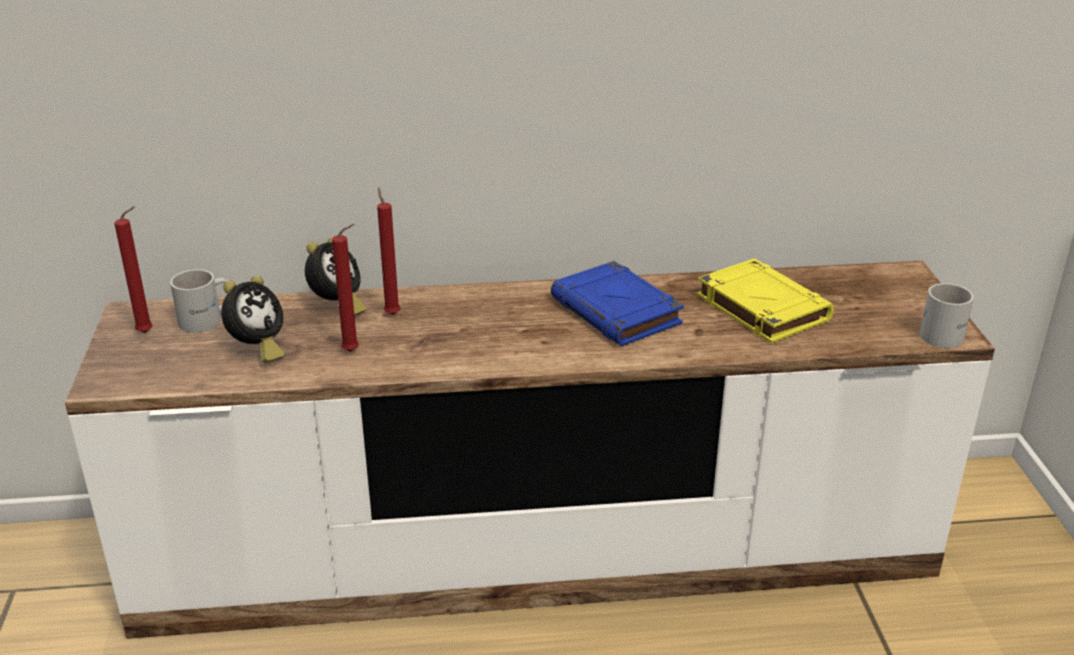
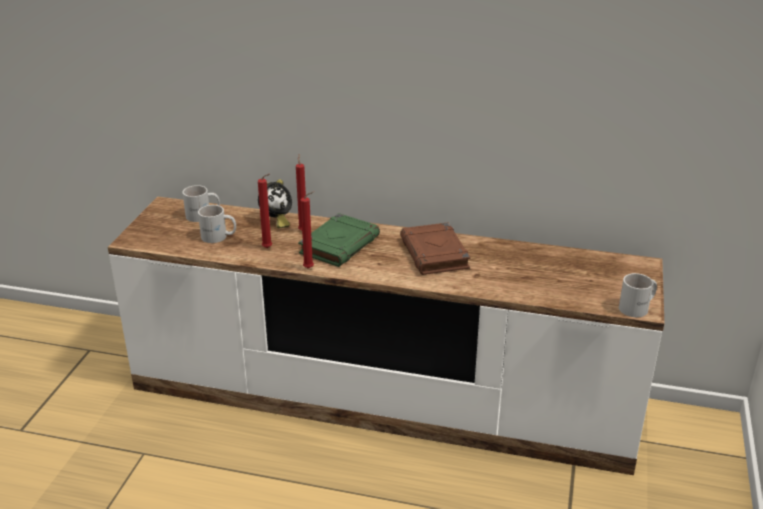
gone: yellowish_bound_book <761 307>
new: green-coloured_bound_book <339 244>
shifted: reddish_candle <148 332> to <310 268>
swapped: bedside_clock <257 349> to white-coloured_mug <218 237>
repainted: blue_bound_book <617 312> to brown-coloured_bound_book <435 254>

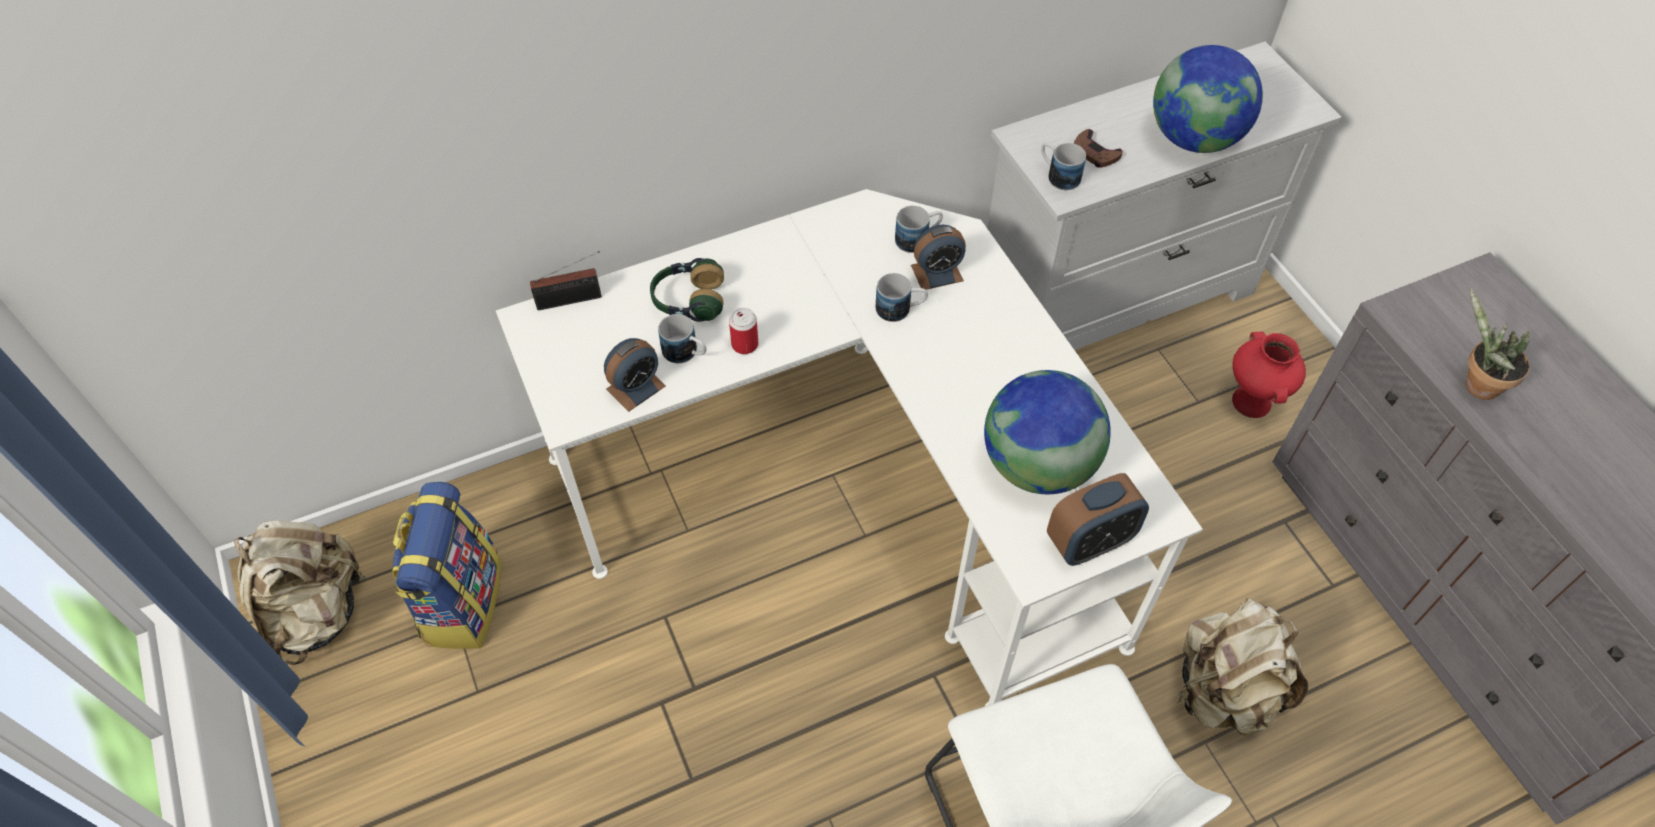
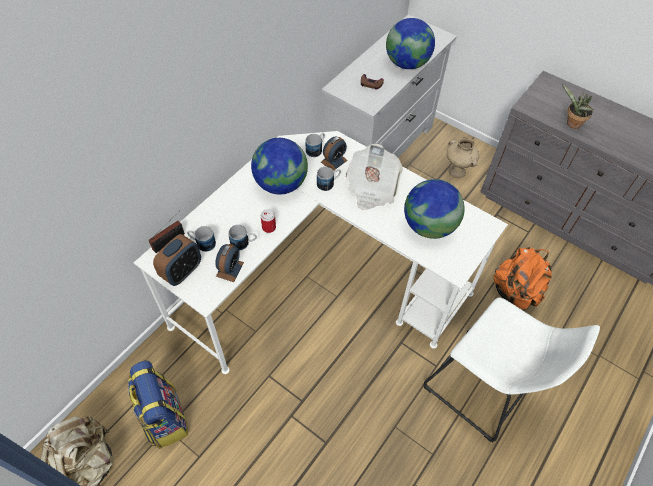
gone: pair_of_headphones <688 301>
new: world_globe <280 184>; daily_paper <371 188>
shifted: mug <1058 175> to <202 243>; bedside_clock <1089 542> to <182 272>
repainted: reddish_vase <1252 402> to beige-coloured_vase <457 171>; beige-coloured_rucksack <1223 691> to orange_rucksack <515 293>

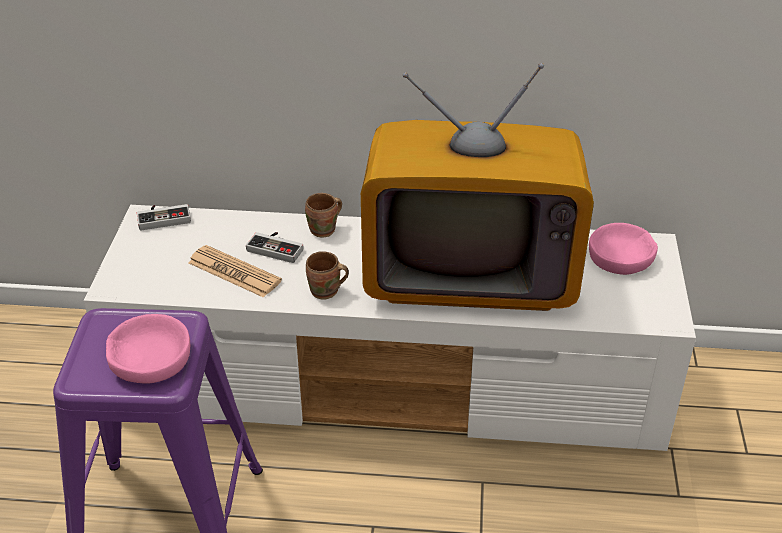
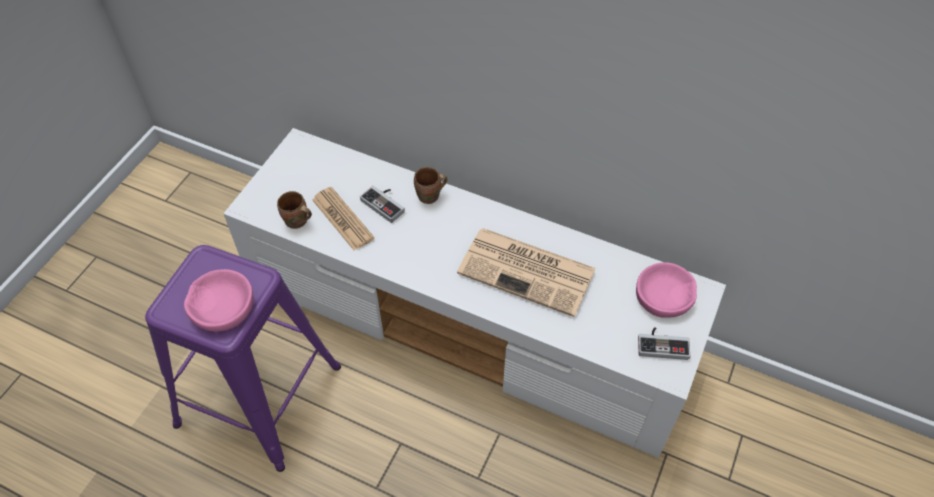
shifted: joypad <163 217> to <662 344>; brown-coloured_mug <326 292> to <297 222>
swapped: TV_set <470 270> to daily_paper <528 271>

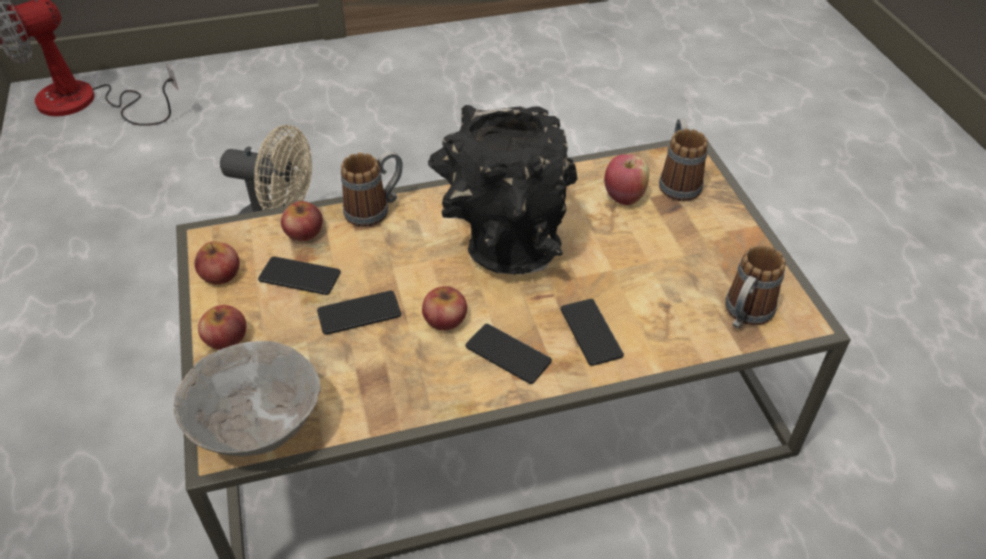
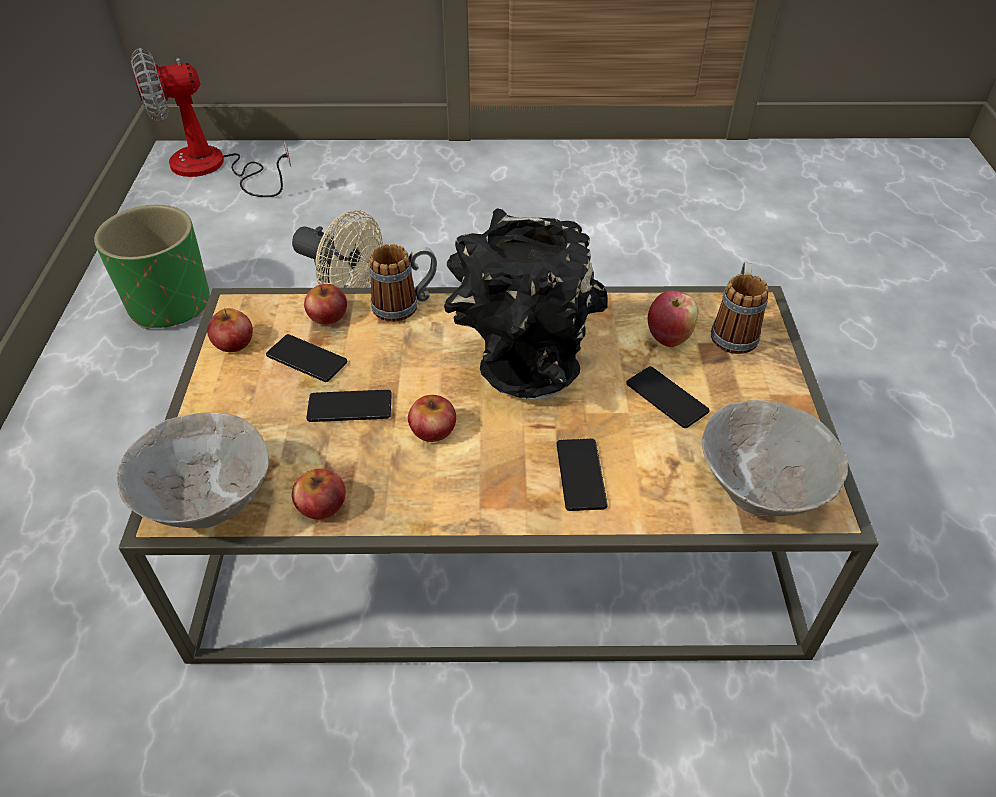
new: green-coloured_plant_pot <171 304>
shifted: apple <226 338> to <321 505>; telephone <508 354> to <666 398>
swapped: mug <744 315> to gray_deep_dish <759 491>

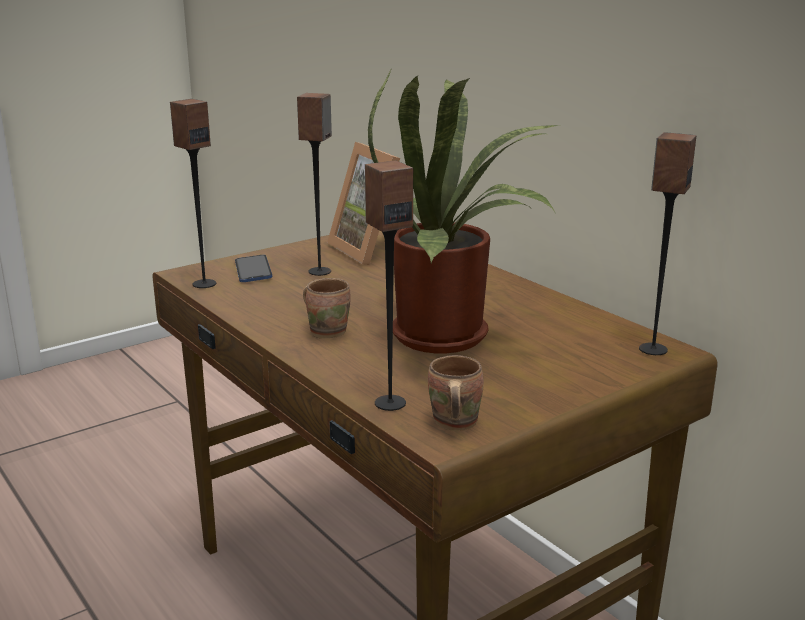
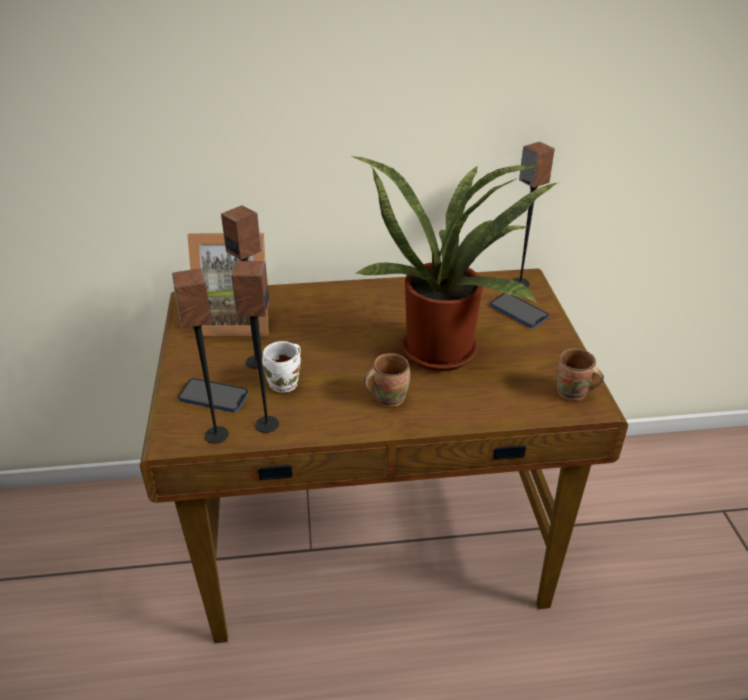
new: telephone <518 311>; white-coloured_mug <286 383>
shifted: loudspeaker <390 403> to <266 424>

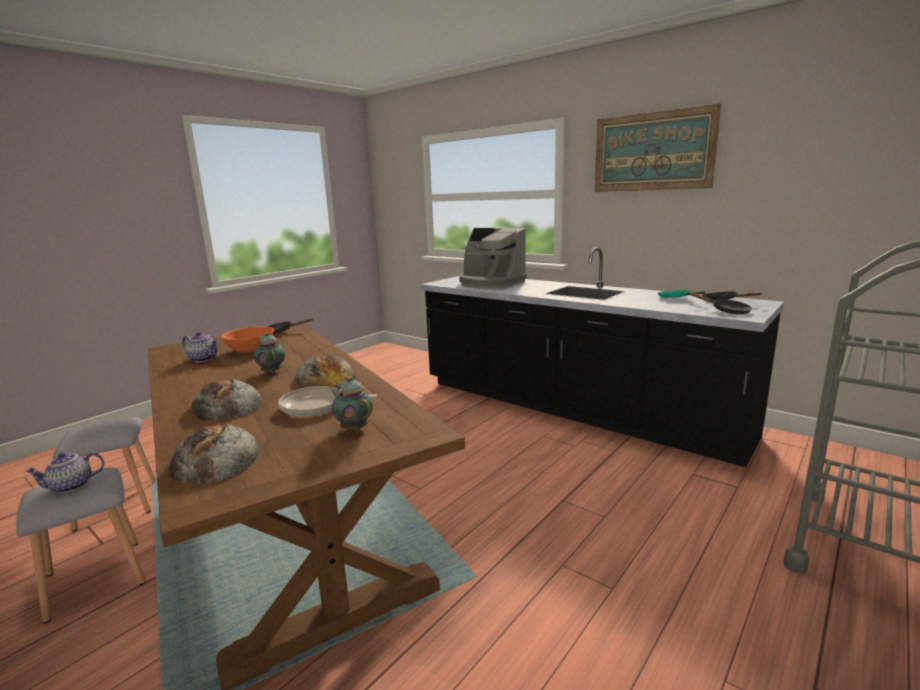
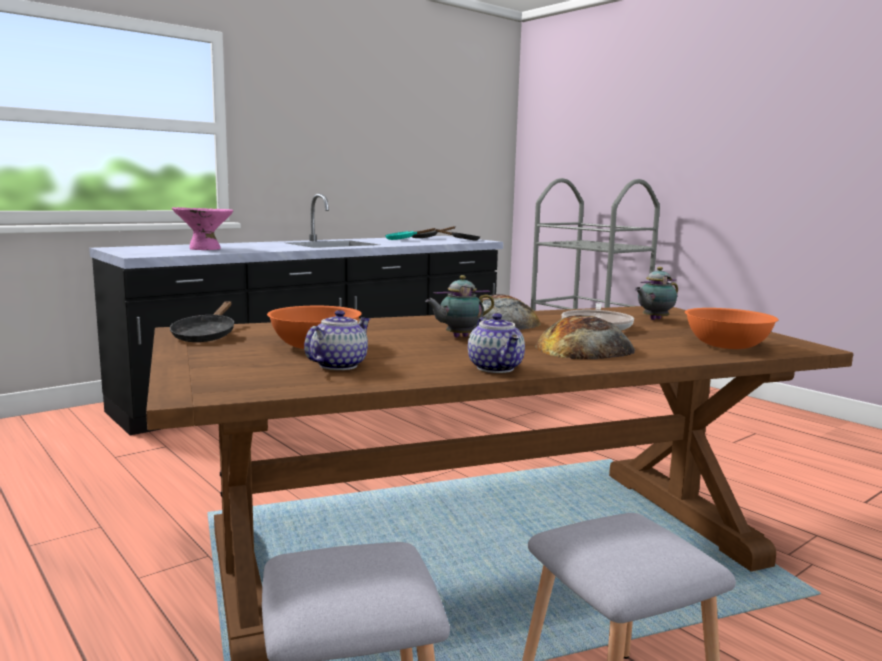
gone: wall_picture <652 152>
shifted: pot_for_tea <70 486> to <497 368>
swapped: coffee_maker <490 283> to pinkish_deep_dish <204 248>; bread <215 458> to orange_deep_dish <727 346>

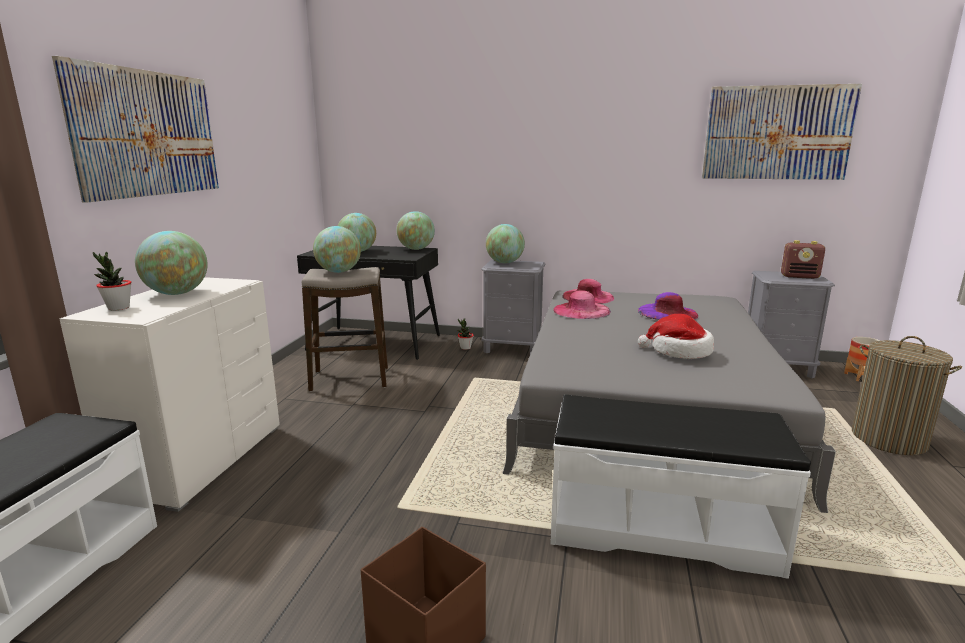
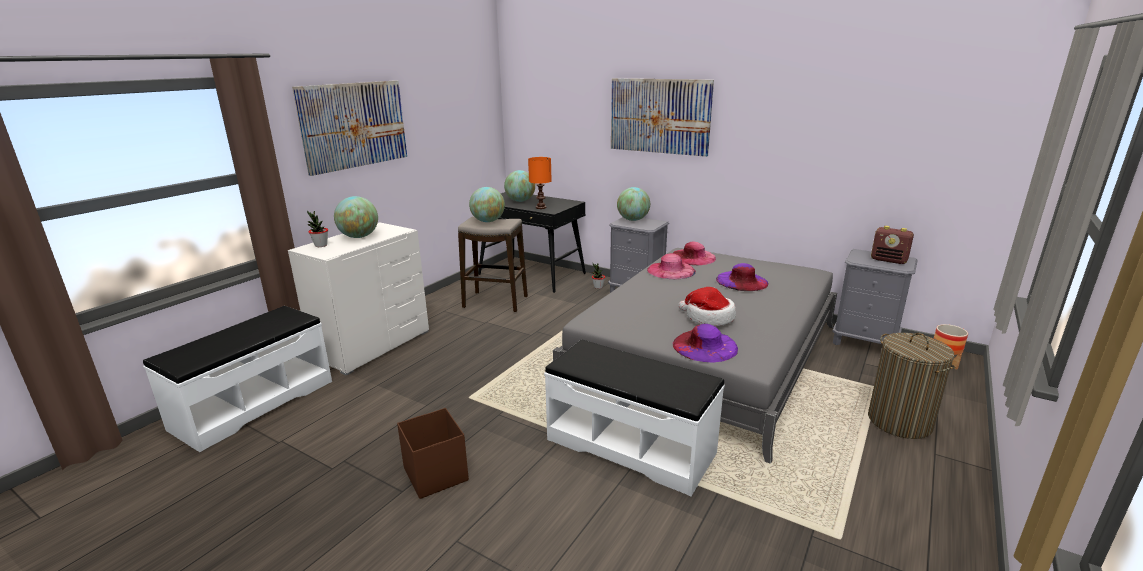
gone: world_globe <416 249>
new: orange_table_lamp <541 207>; purplish_wearable_hat <705 346>
shifted: wall_picture <777 133> to <659 116>

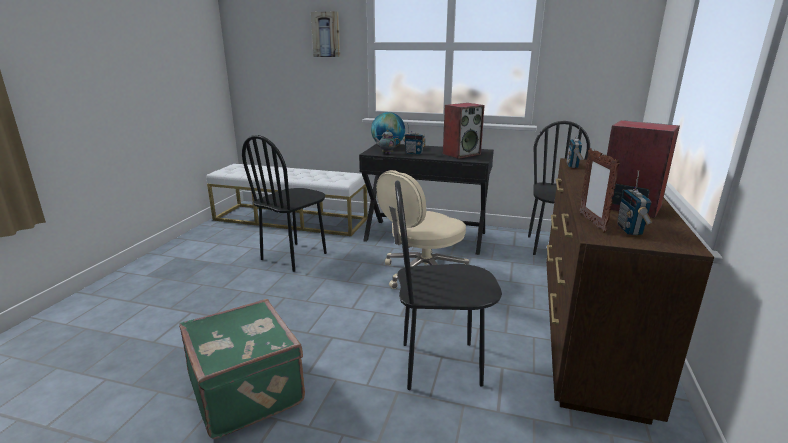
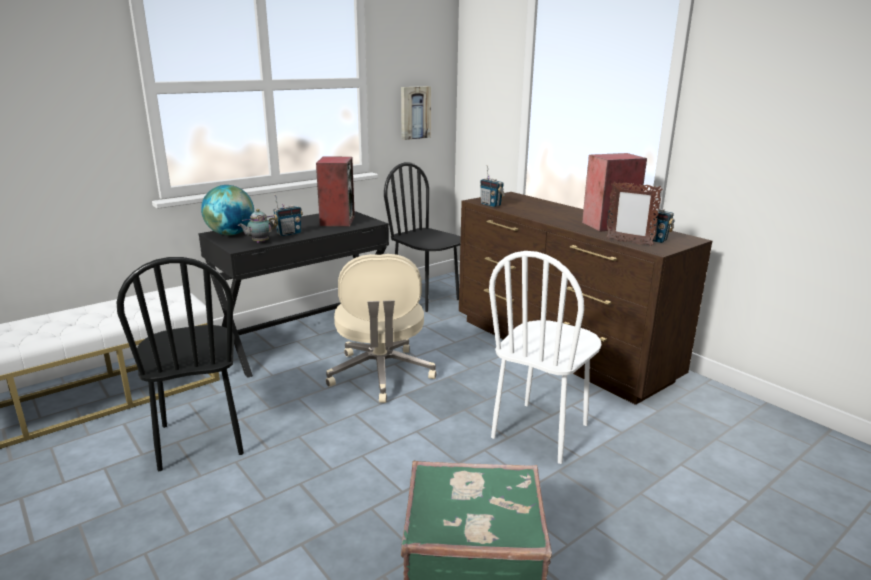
shifted: wall_picture <326 34> to <414 112>
repainted: black_upright_chair <440 364> to white-coloured_upright_chair <540 431>

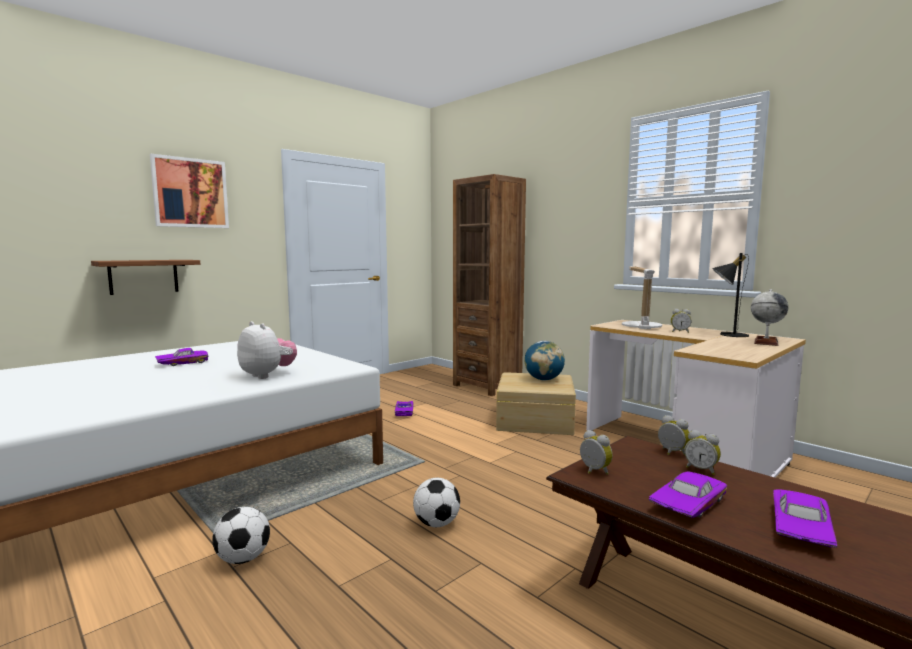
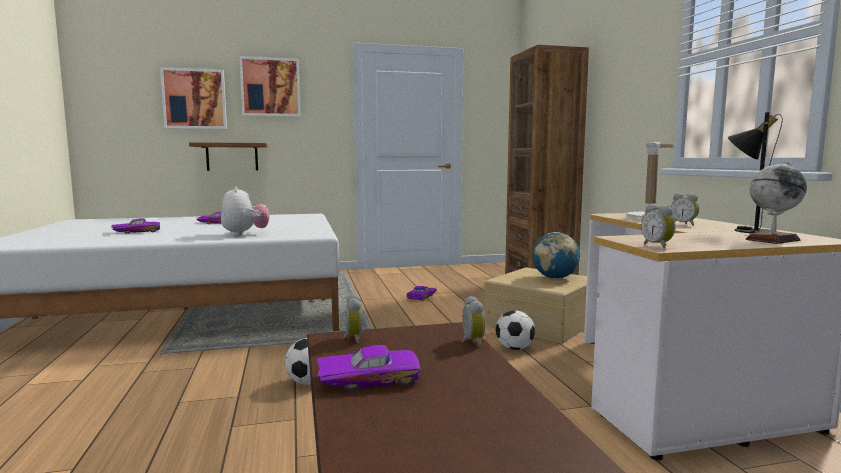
new: wall_picture <194 99>
shifted: bedside_clock <701 469> to <658 246>; purplish_toy_car <797 527> to <136 231>; football_ball <243 559> to <514 348>

